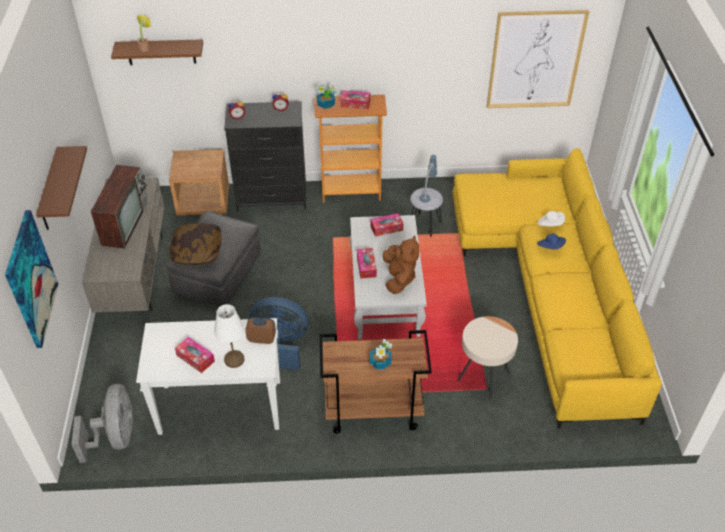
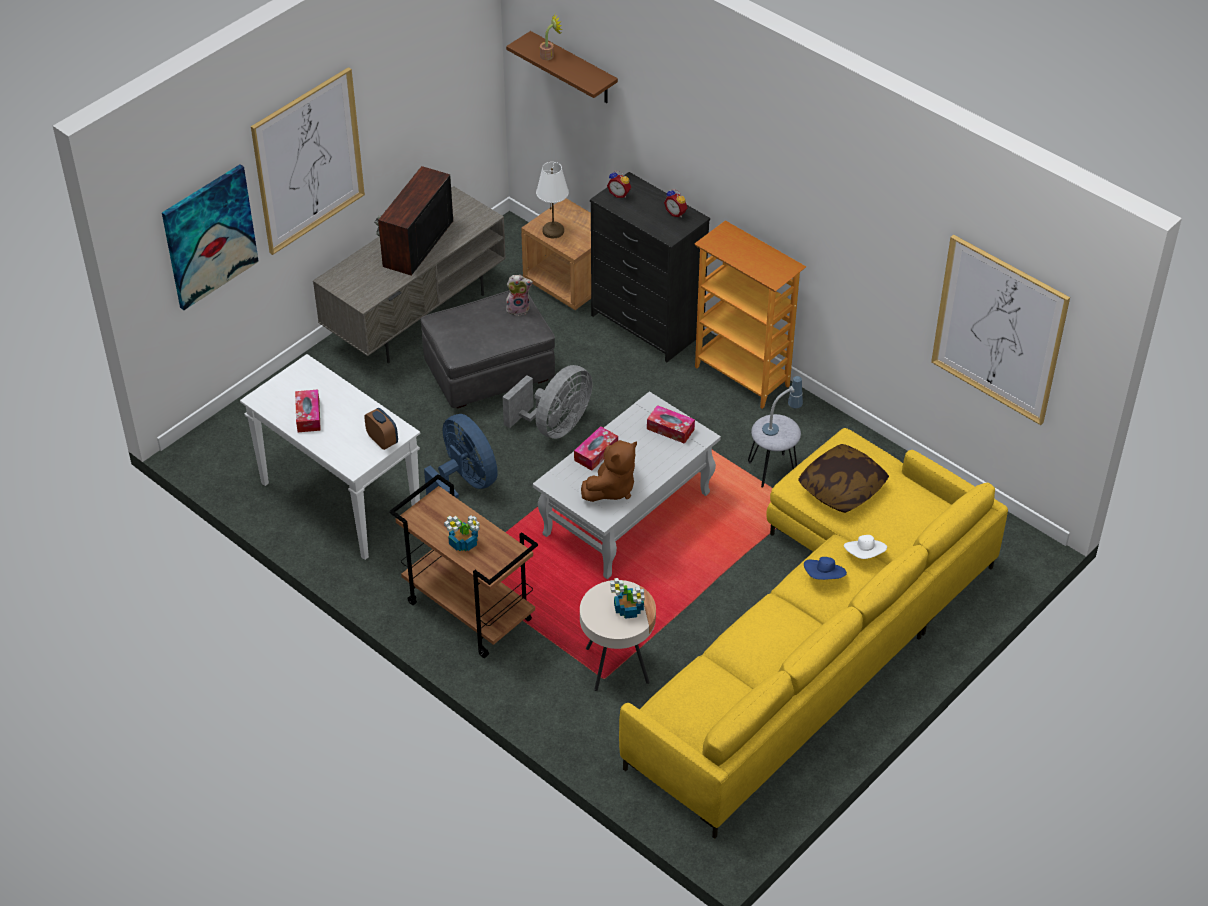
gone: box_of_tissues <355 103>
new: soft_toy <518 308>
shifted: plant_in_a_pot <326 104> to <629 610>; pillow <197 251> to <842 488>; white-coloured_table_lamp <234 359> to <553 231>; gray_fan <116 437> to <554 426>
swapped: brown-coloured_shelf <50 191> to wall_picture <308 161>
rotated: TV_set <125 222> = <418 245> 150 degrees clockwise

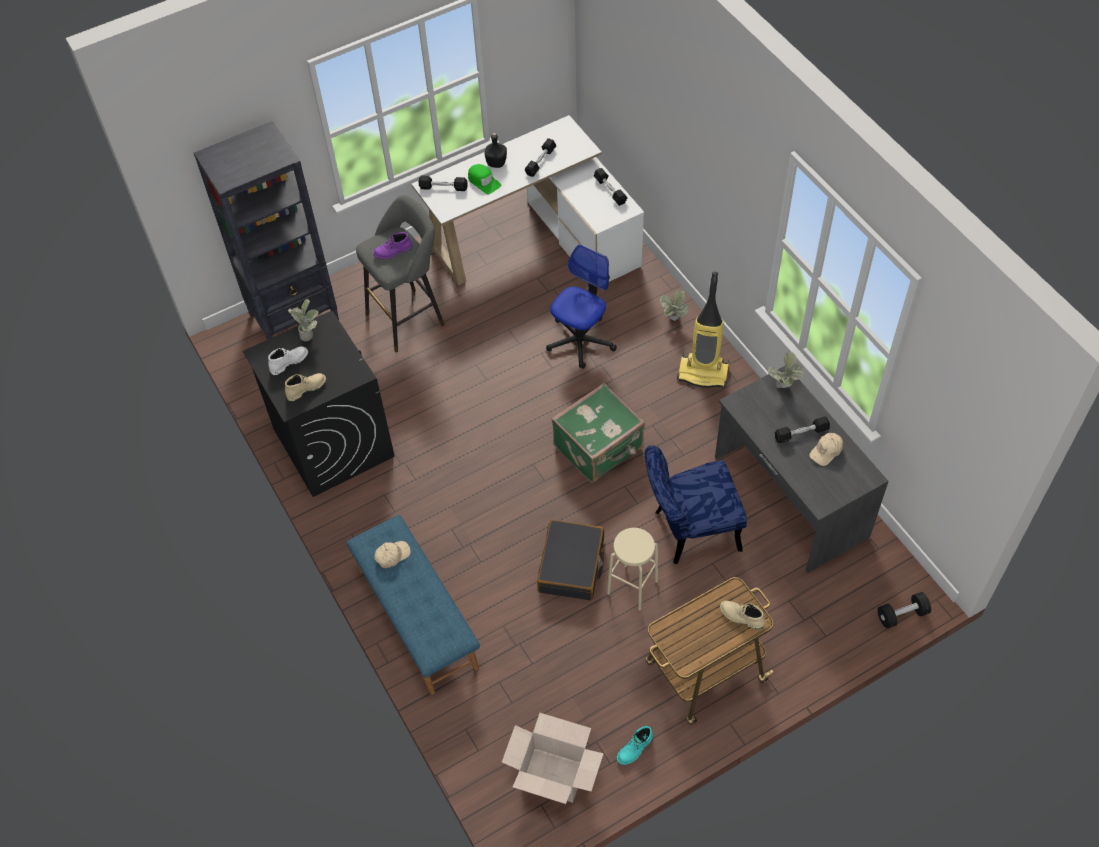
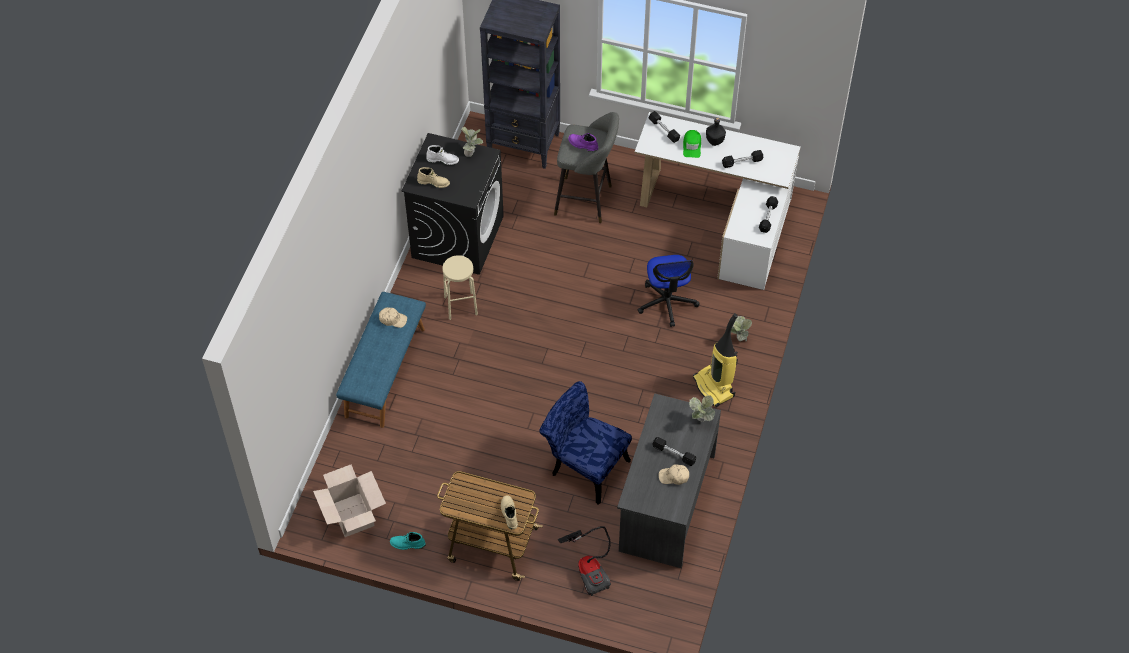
gone: green-coloured_piece_of_luggage <599 448>; black_piece_of_luggage <572 566>; black_dumbbell <902 615>
new: vacuum <590 568>
shifted: beige-coloured_sitting_stool <632 587> to <460 305>
rotated: desk_chair <580 341> = <667 302> 90 degrees clockwise

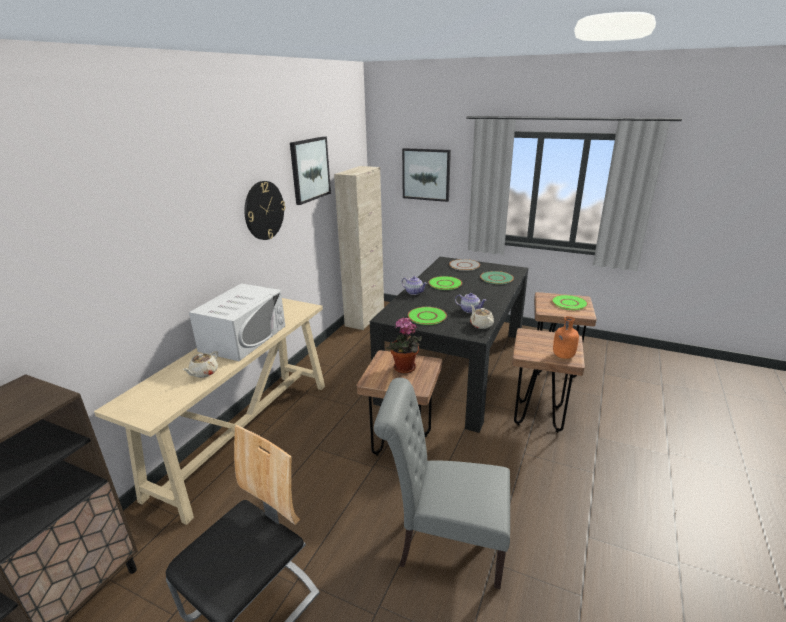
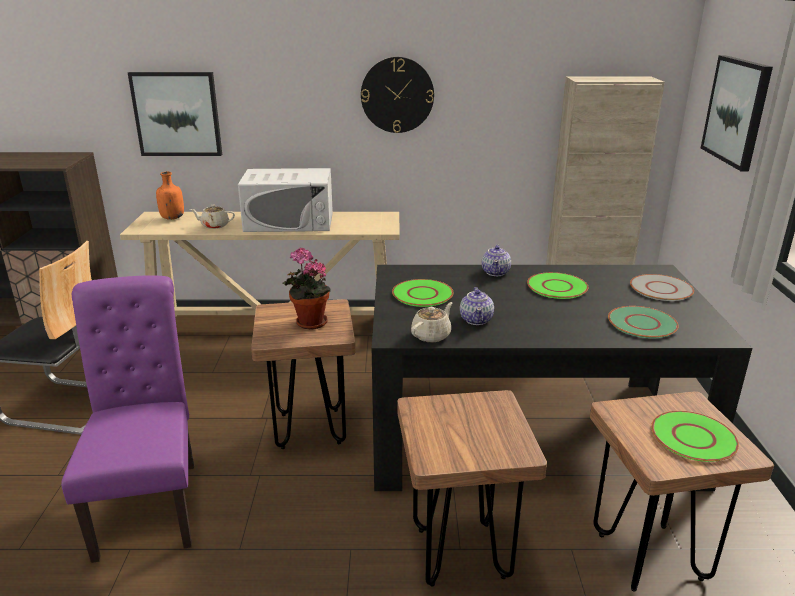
shifted: wall_picture <309 169> to <177 114>; orange_bottle <563 356> to <172 218>
repainted: gray_upright_chair <444 545> to purplish_upright_chair <151 502>

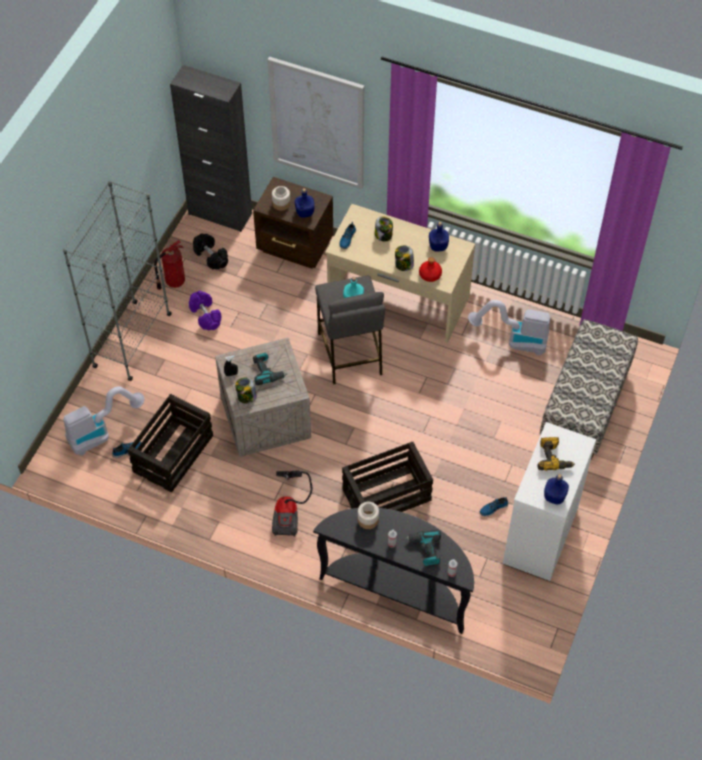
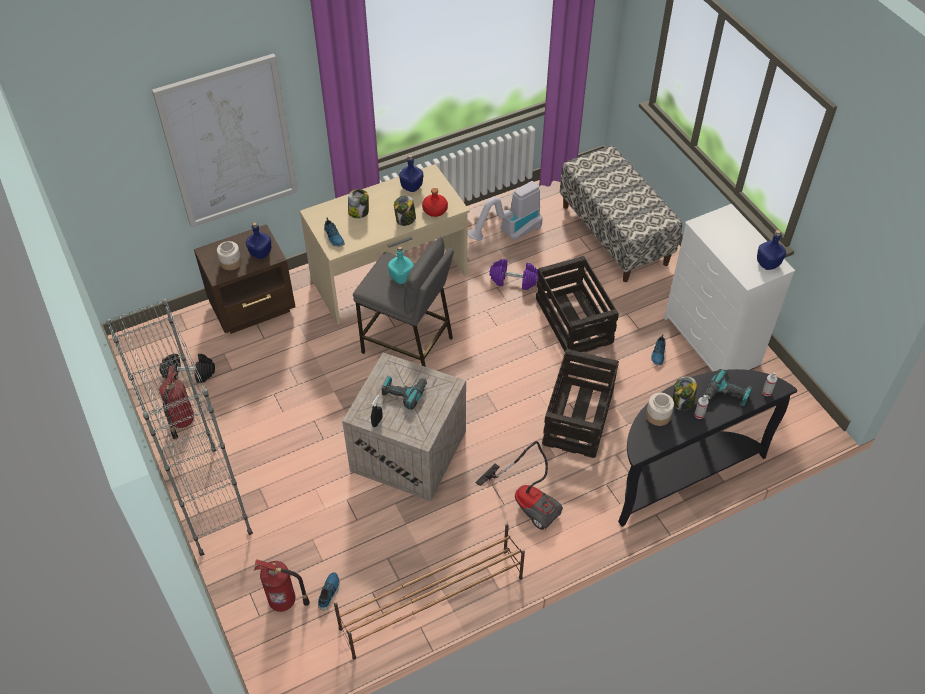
gone: black_storage_cabinet <220 214>; electric_drill <553 457>
new: brown-coloured_shoe_shelf <431 602>
shifted: purplish_dumbbell <206 315> to <514 280>; preserve_jar <246 397> to <682 401>; crate <173 453> to <573 320>
swapped: vacuum <101 432> to fire_extinguisher <284 601>

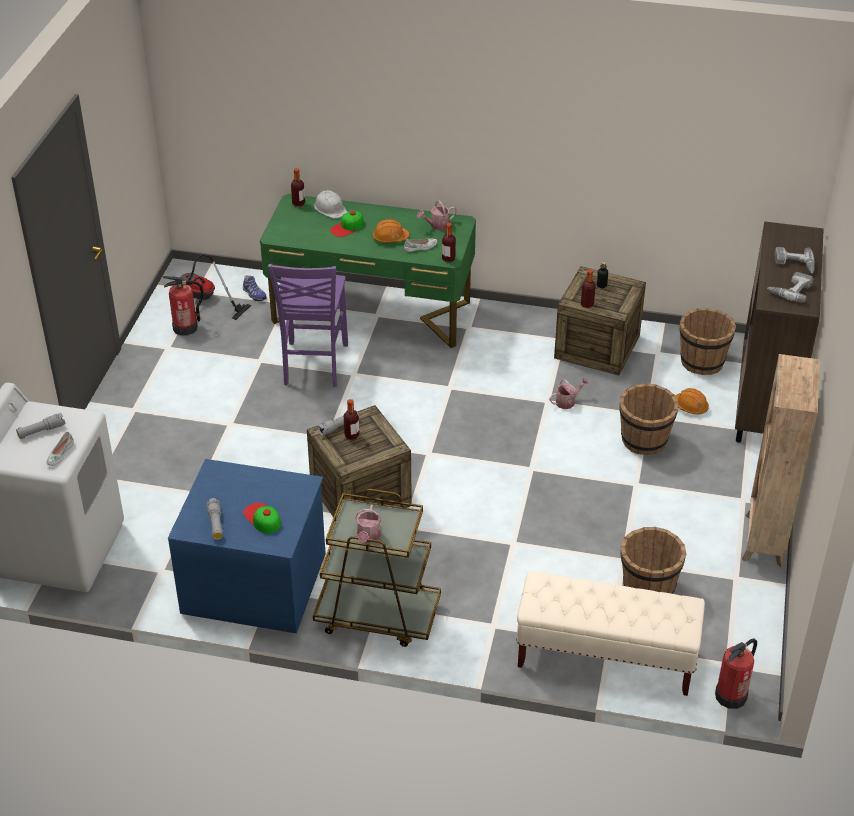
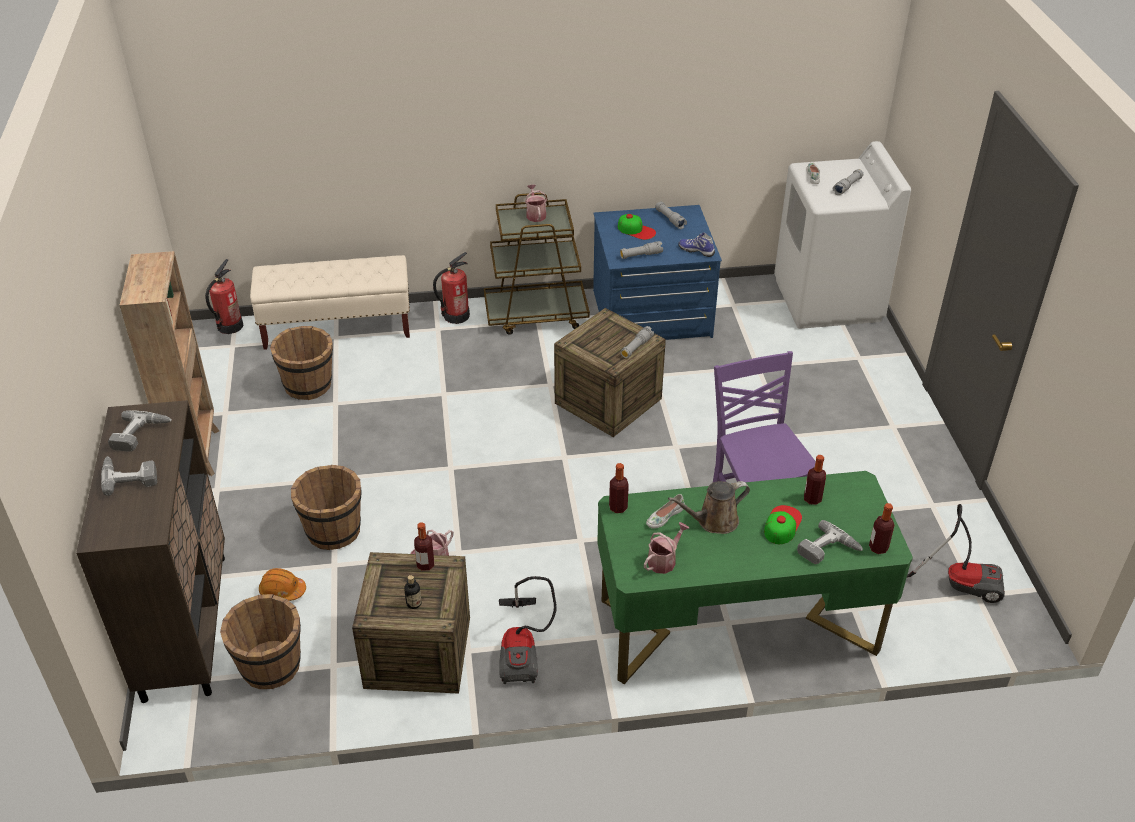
new: gray_torch <641 255>; vacuum <522 650>
shifted: item_of_footwear <254 294> to <697 250>; fire_extinguisher <186 328> to <456 316>; bottle <351 436> to <812 499>
swapped: white-coloured_work_helmet <330 208> to electric_drill <828 551>; orange_work_helmet <390 238> to brown-coloured_sprinkling_can <714 521>

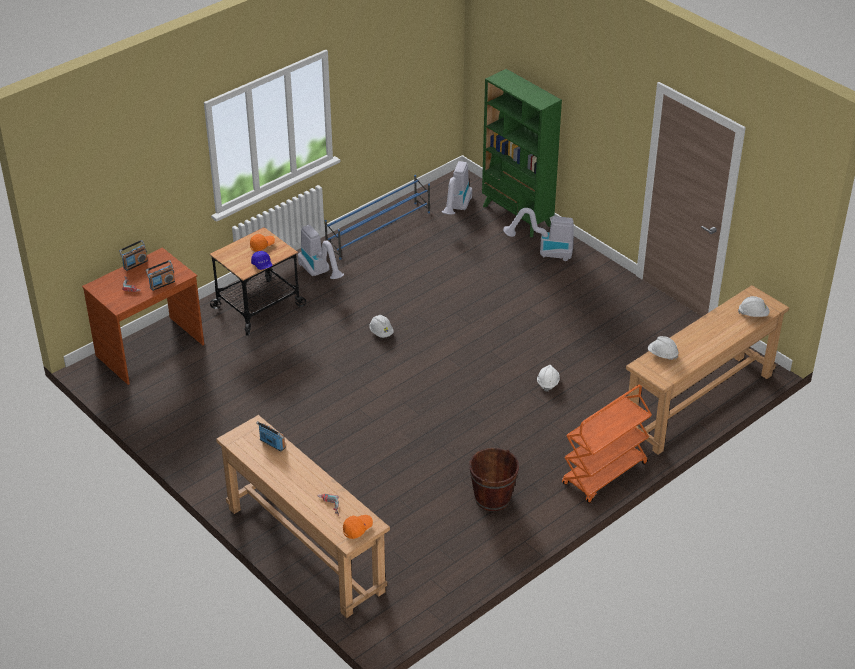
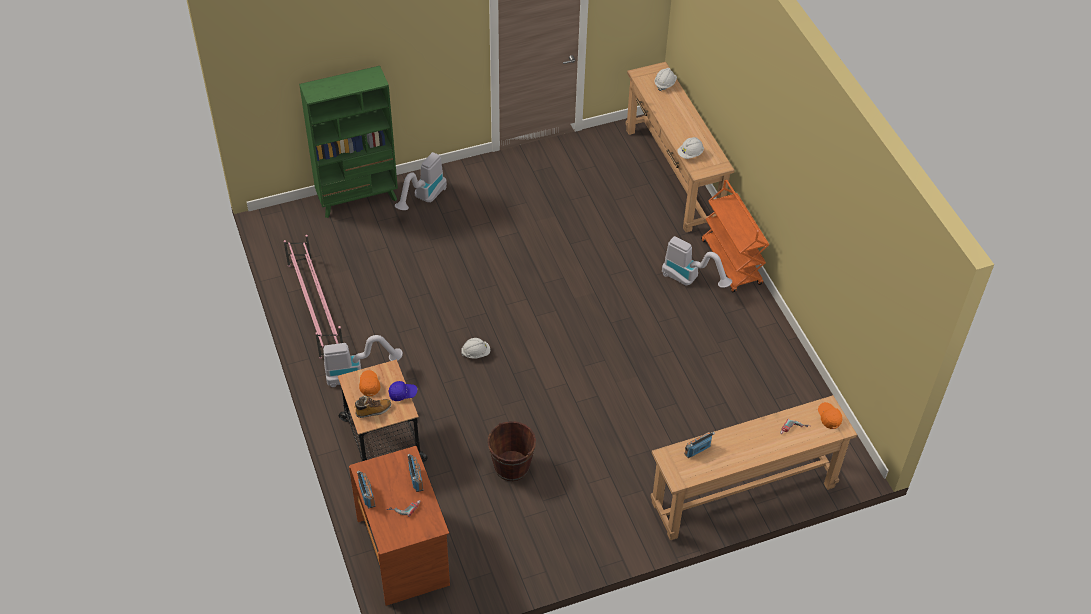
gone: white-coloured_work_helmet <548 383>
new: boot <373 411>
shifted: vacuum <456 209> to <691 280>; brown-coloured_bucket <492 498> to <511 466>
repainted: blue_shoe_shelf <379 230> to pinkish_shoe_shelf <315 307>

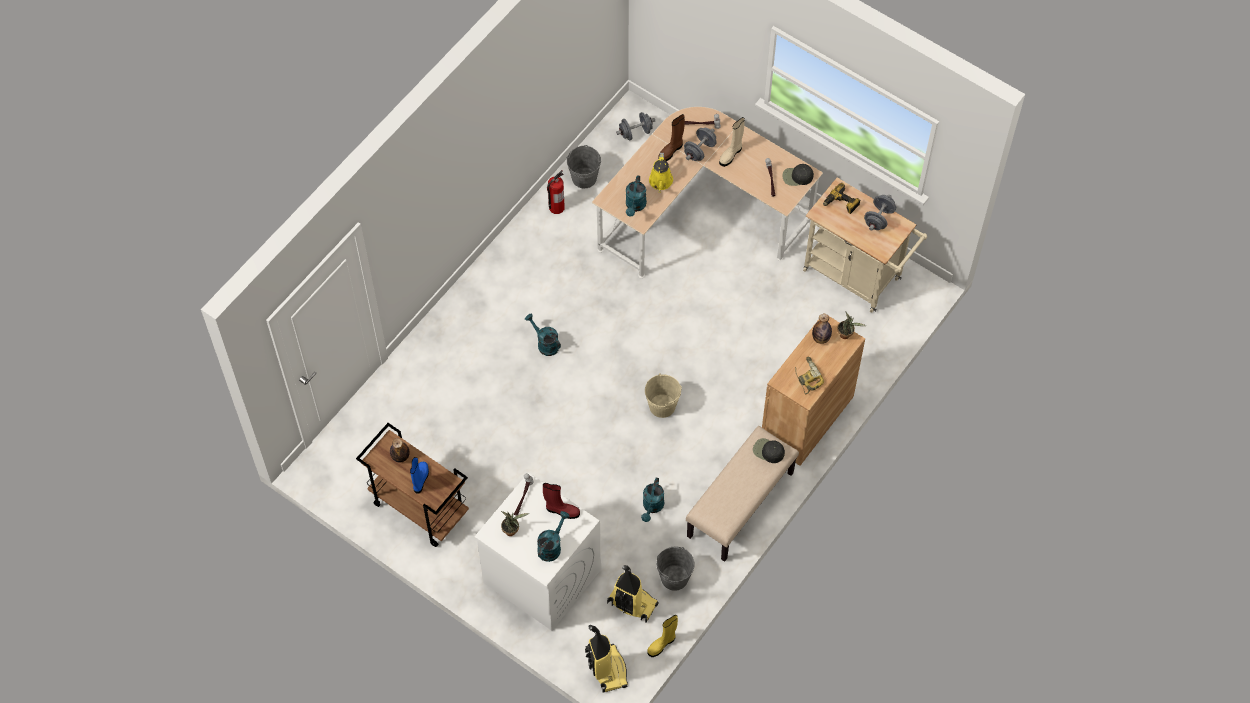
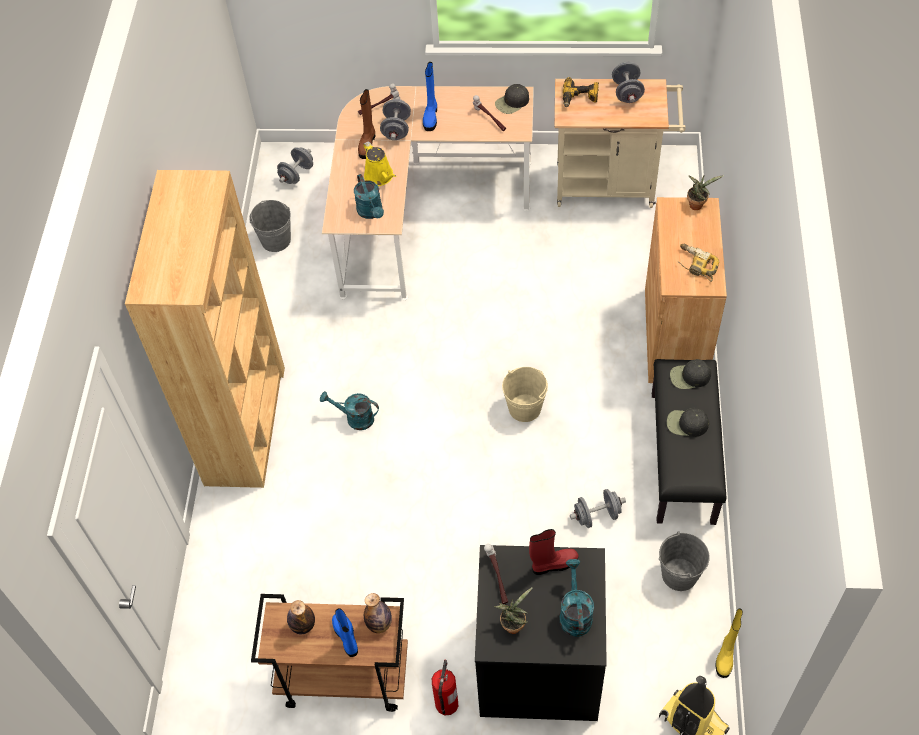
gone: vacuum <631 604>
new: brown-coloured_bookcase <245 424>; black_peaked_cap <686 424>
shifted: fire_extinguisher <556 207> to <446 704>; bottle <821 338> to <379 624>
swapped: turquoise_sprinkling_can <652 507> to gray_dumbbell <597 515>
repainted: beige-coloured_boot <731 154> to blue_boot <431 117>; beige-coloured_bench <740 505> to black_bench <683 458>; white-coloured_laundry_machine <541 576> to black_laundry_machine <538 666>

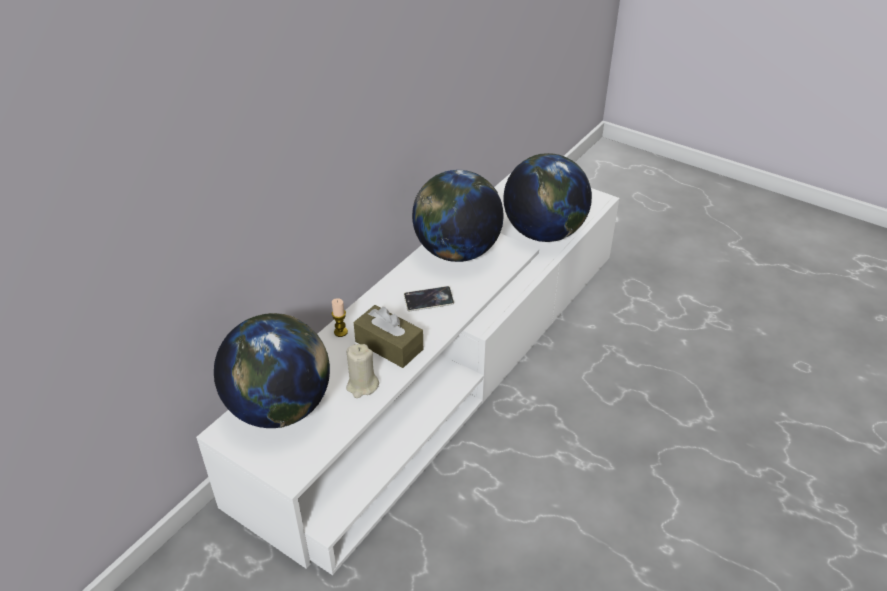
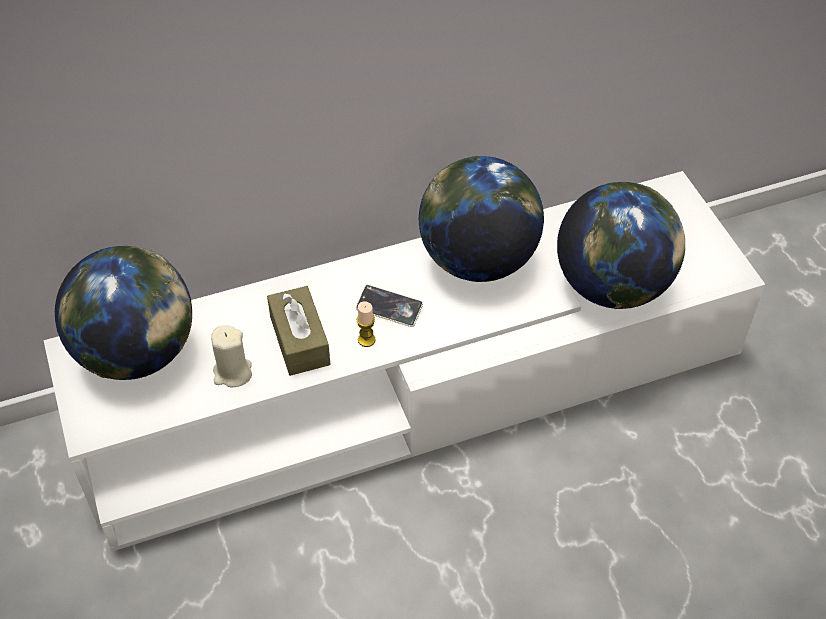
shifted: candle <340 332> to <366 340>

